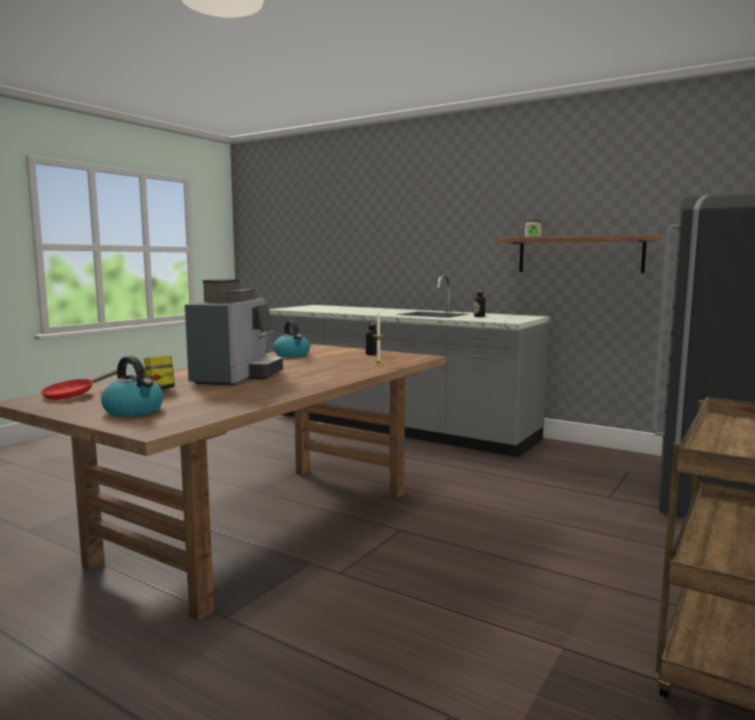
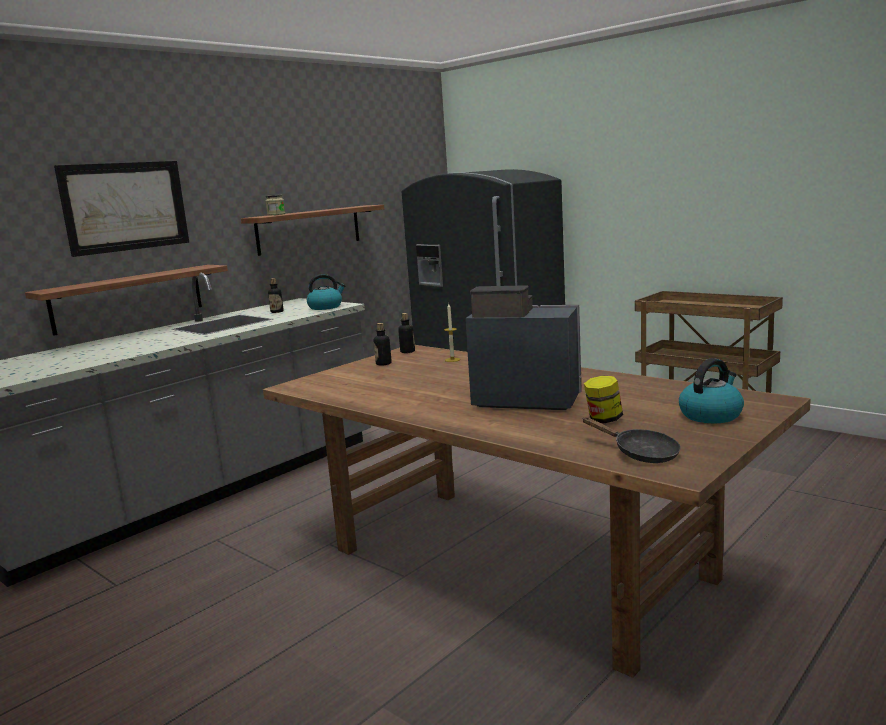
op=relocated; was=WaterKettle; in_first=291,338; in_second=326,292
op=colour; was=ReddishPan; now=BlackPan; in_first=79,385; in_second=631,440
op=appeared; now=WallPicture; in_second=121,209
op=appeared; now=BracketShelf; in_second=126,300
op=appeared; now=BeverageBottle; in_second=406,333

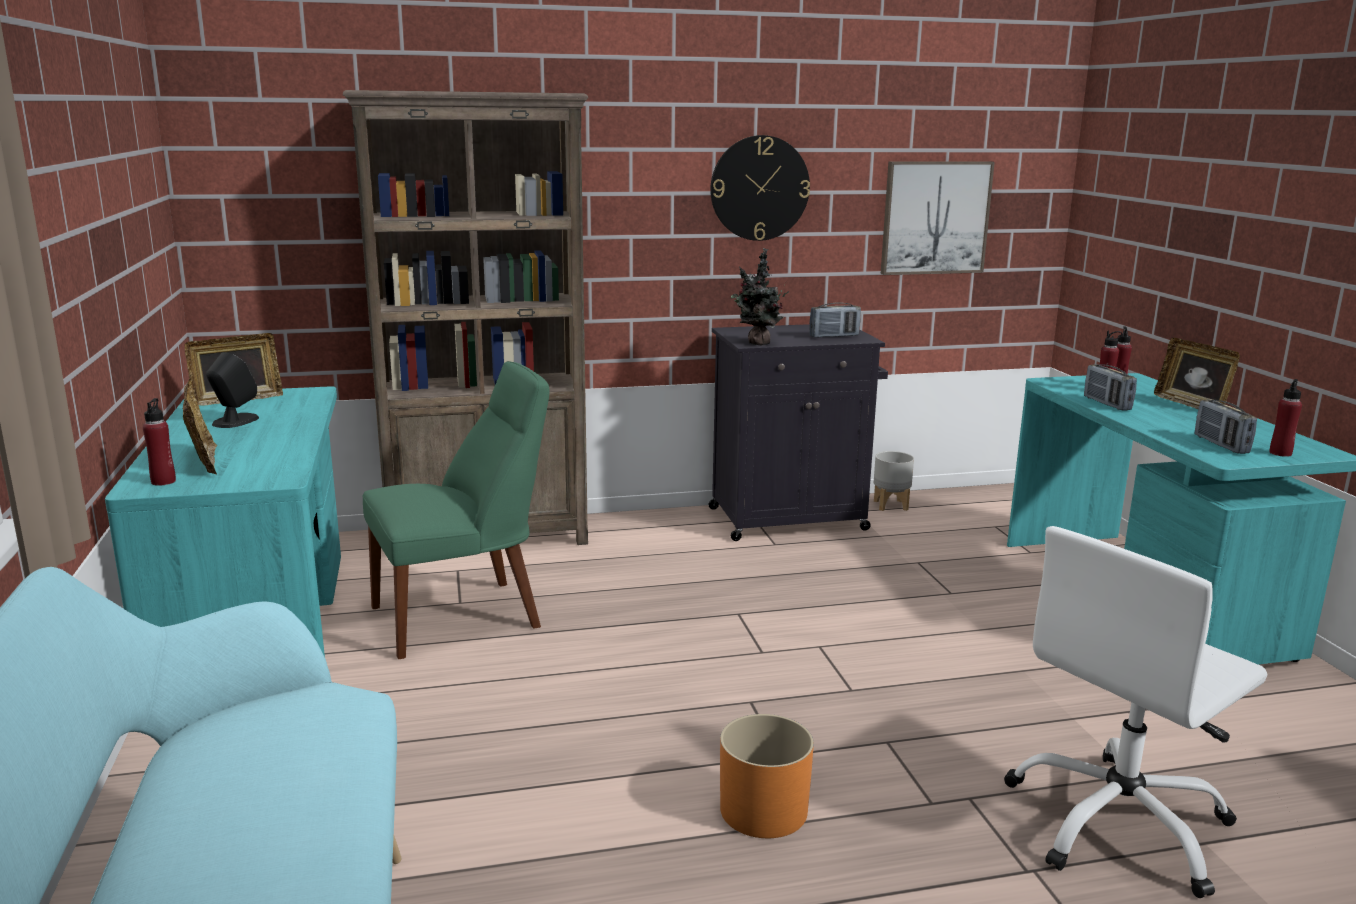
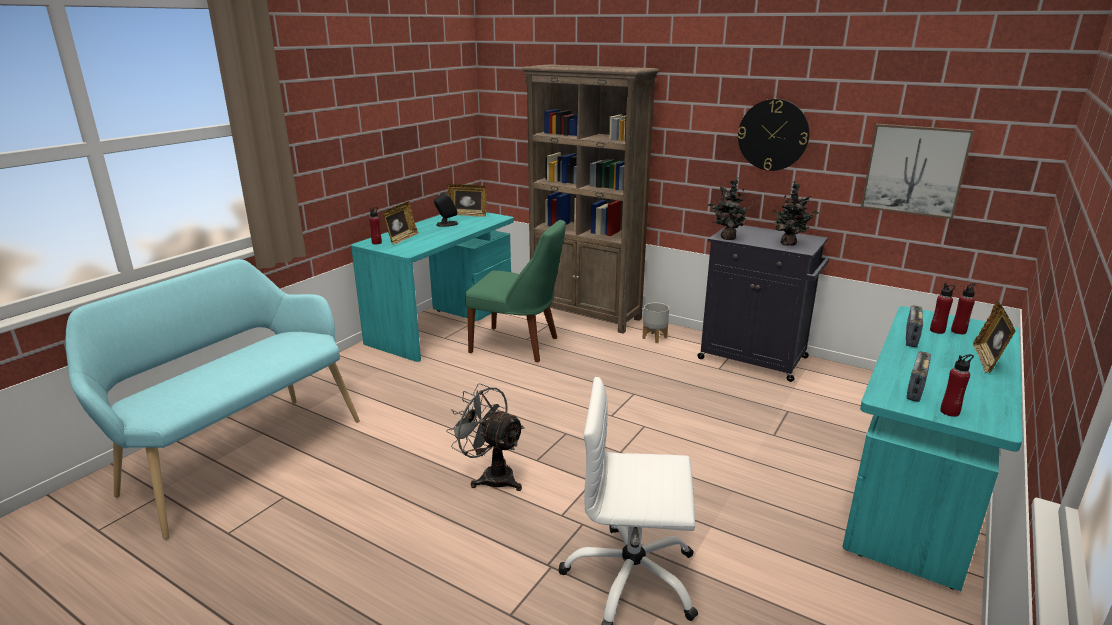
op=exchanged; was=Radio; now=PlantInAPot; in_first=835,320; in_second=795,213
op=relocated; was=GrayFlowerPot; in_first=894,481; in_second=655,323
op=exchanged; was=OrangeColouredFlowerPot; now=GrayElectricFan; in_first=767,776; in_second=485,437

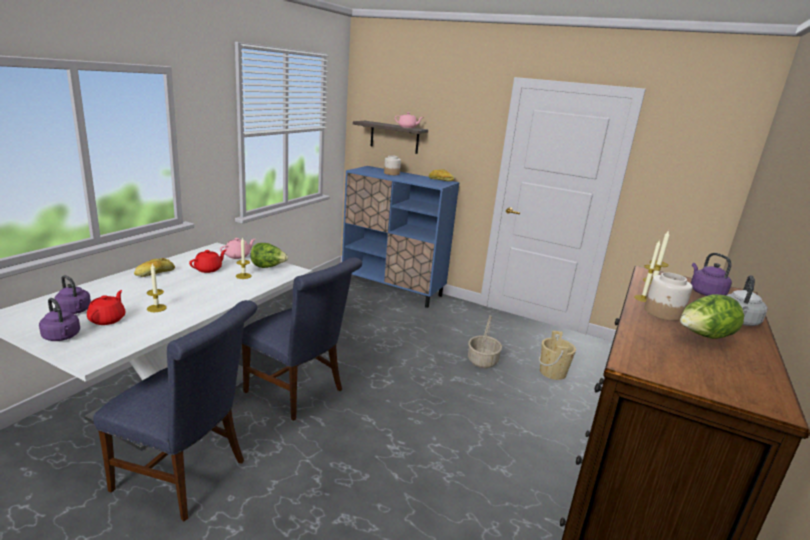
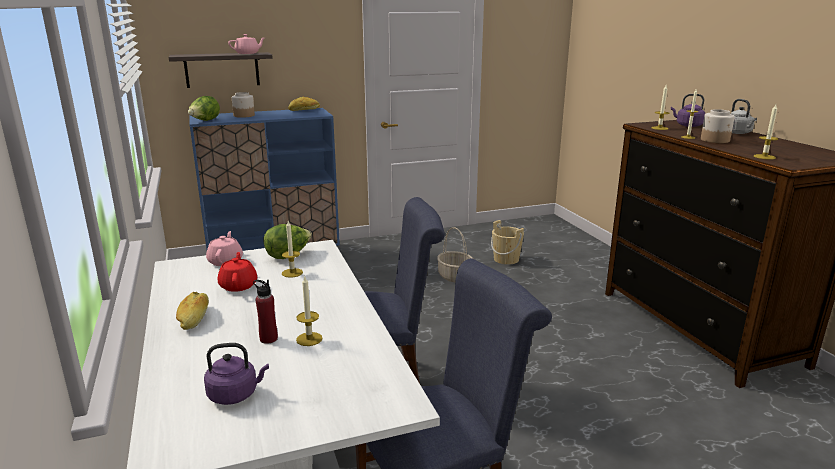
op=missing; was=ReddishTeaPot; in_first=106,307
op=relocated; was=Lettuce; in_first=712,316; in_second=204,108
op=missing; was=PurpleColouredWaterKettle; in_first=59,319
op=appeared; now=WaxCandle; in_second=766,132
op=appeared; now=ReddishBeverageBottle; in_second=265,312

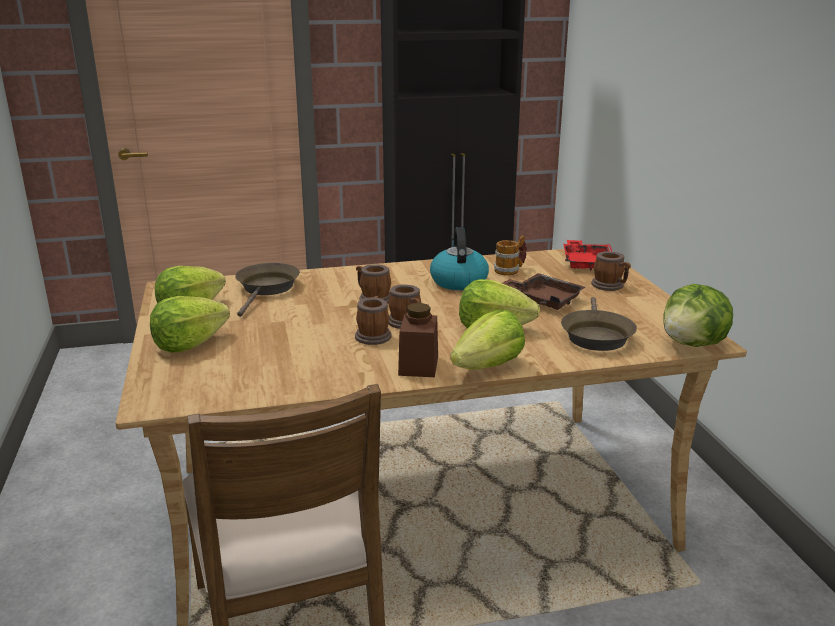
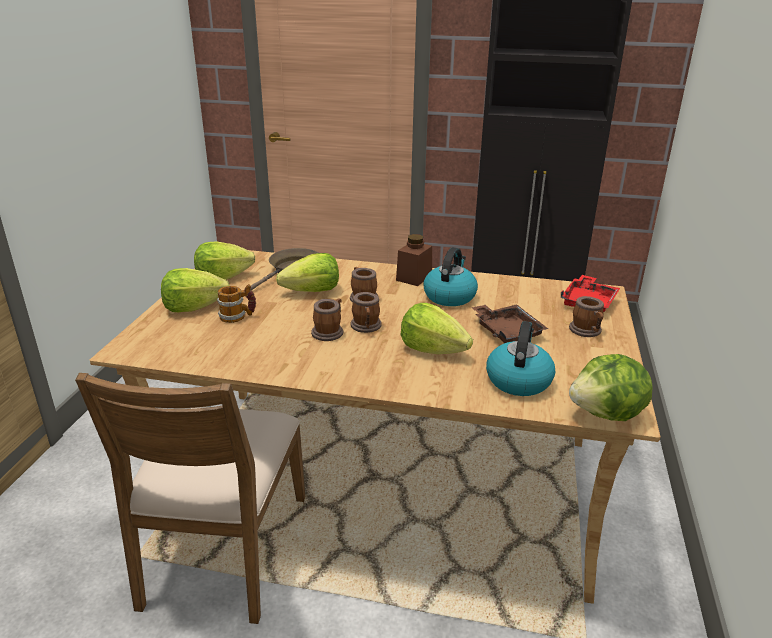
op=relocated; was=Mug; in_first=510,255; in_second=236,303
op=exchanged; was=BrownPan; now=WaterKettle; in_first=599,324; in_second=520,358
op=relocated; was=BrownPreserveJar; in_first=418,340; in_second=414,260
op=relocated; was=Lettuce; in_first=488,340; in_second=307,272

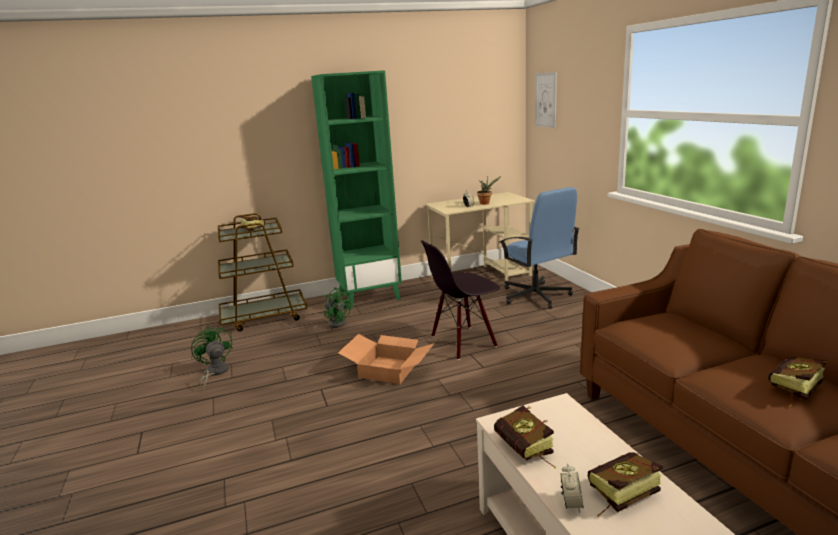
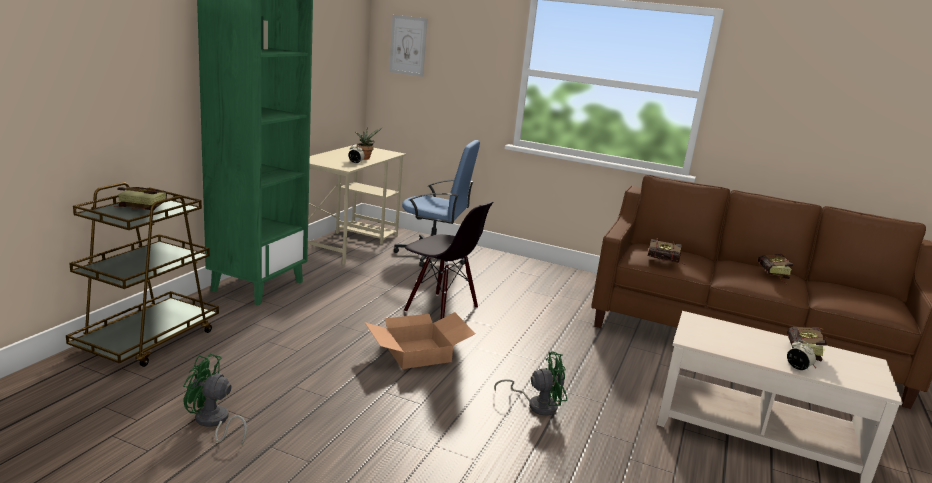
op=spun; was=BlackUprightChair; in_first=460,300; in_second=448,260; clockwise=-75
op=relocated; was=GreenishElectricFan; in_first=337,307; in_second=530,384
op=relocated; was=Volume; in_first=525,436; in_second=666,251

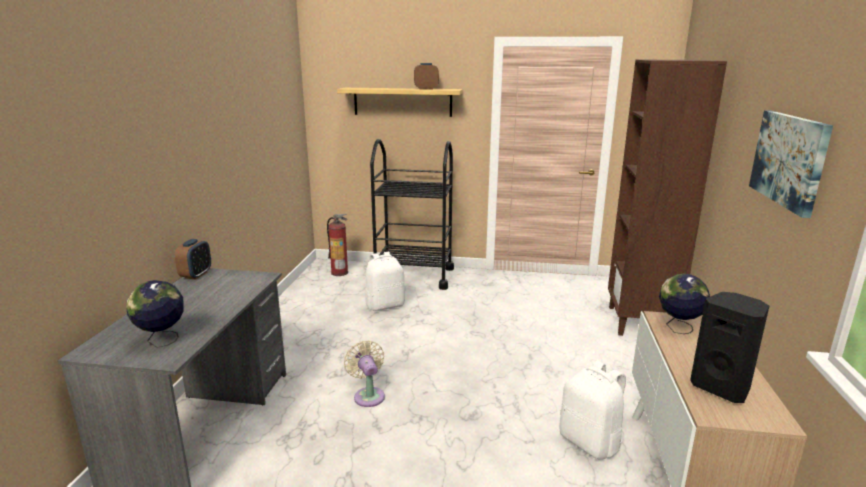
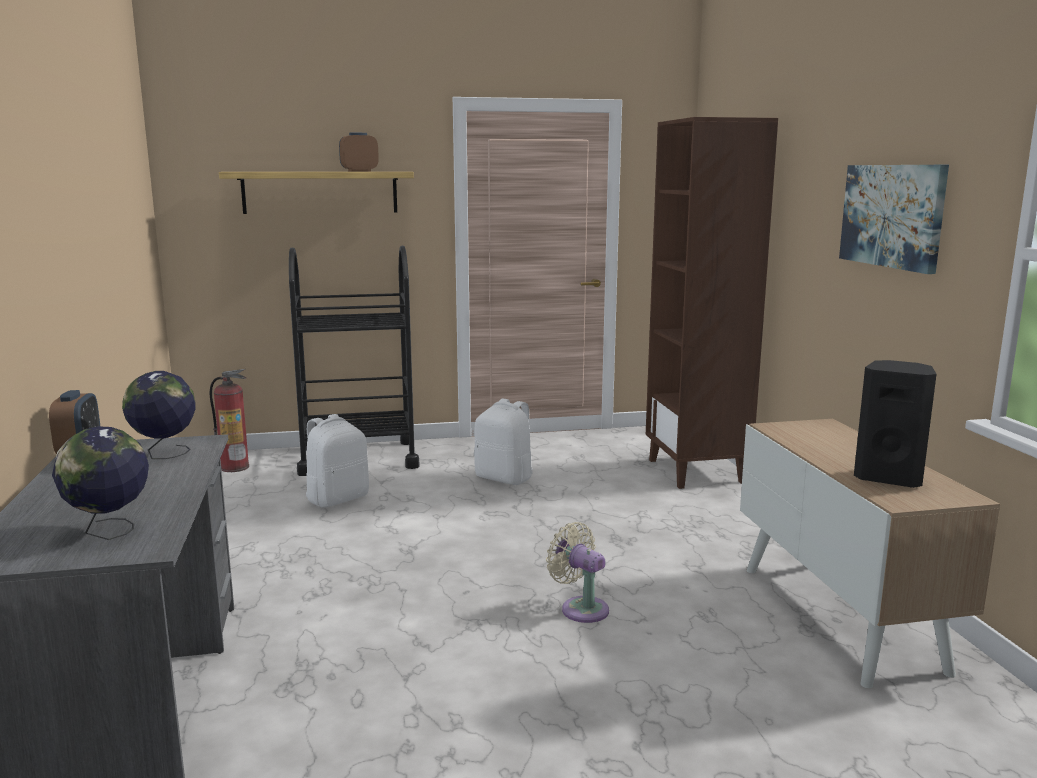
op=relocated; was=Globe; in_first=684,304; in_second=159,415
op=relocated; was=BeigeElectricFan; in_first=364,373; in_second=577,572
op=relocated; was=WhiteColouredBackpack; in_first=592,410; in_second=503,442

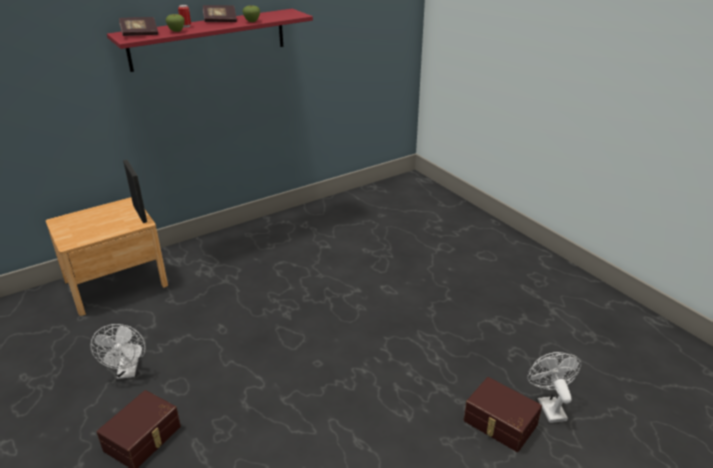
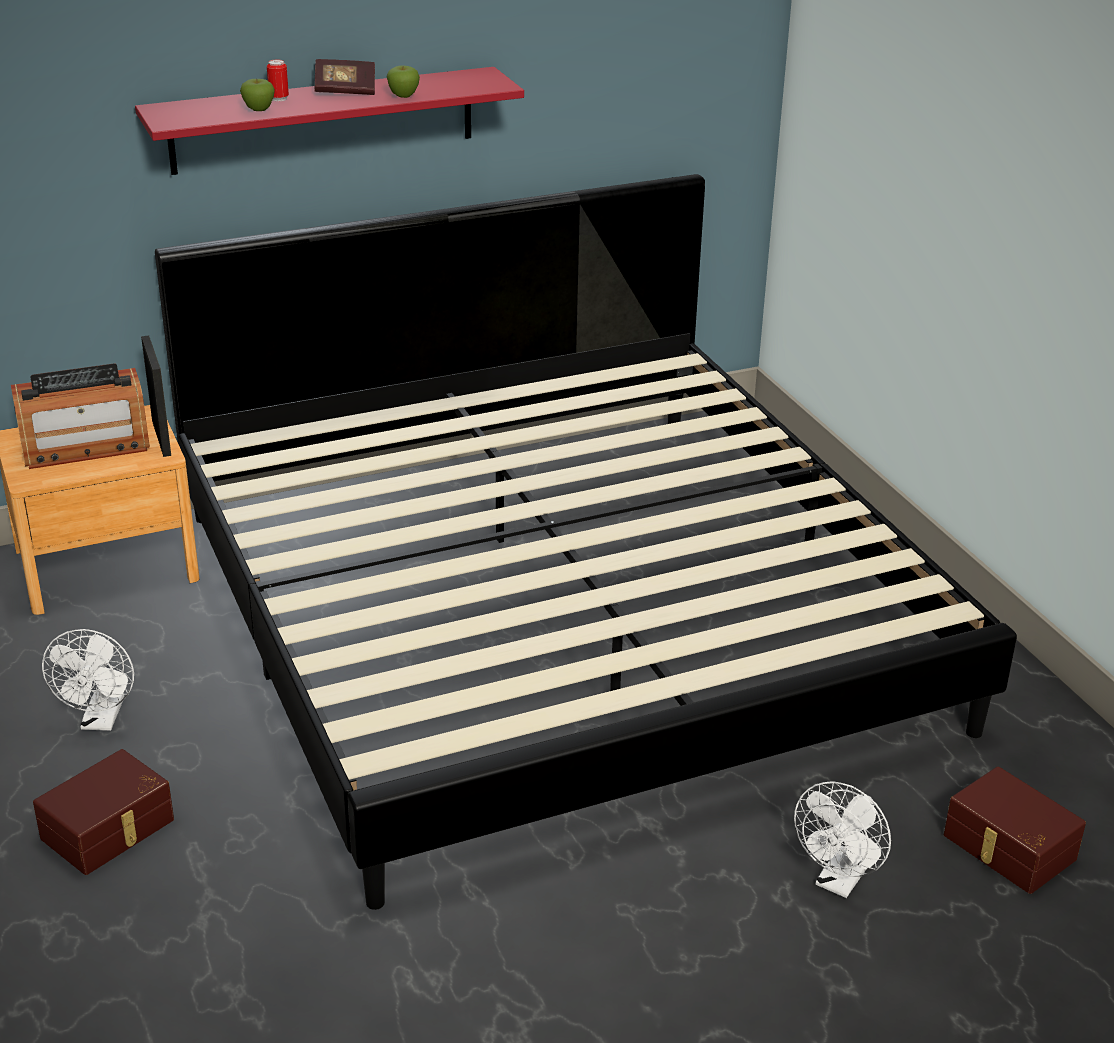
op=missing; was=Volume; in_first=138,26
op=spun; was=WhiteColouredElectricFan; in_first=554,387; in_second=842,839; clockwise=-150
op=relocated; was=BrownStorageBox; in_first=503,414; in_second=1015,830
op=appeared; now=Bed; in_second=586,542
op=appeared; now=Radio; in_second=80,416

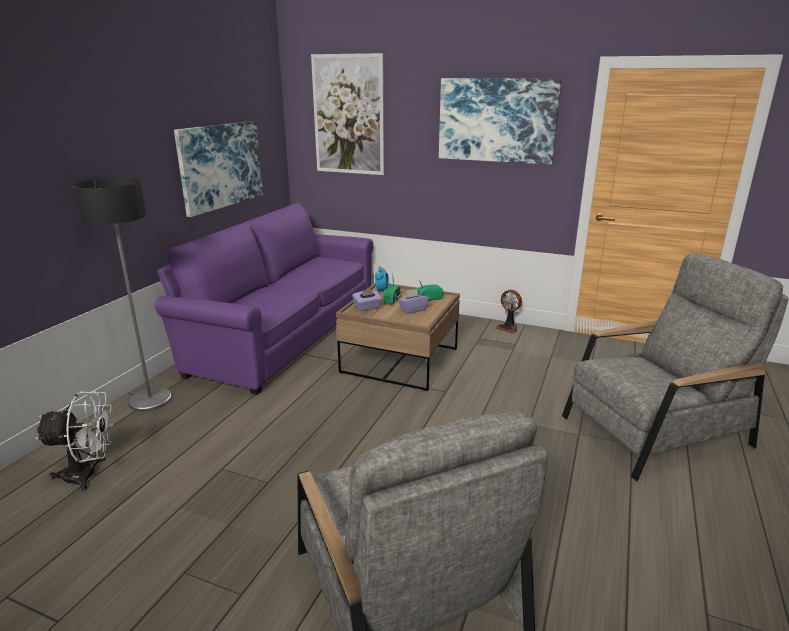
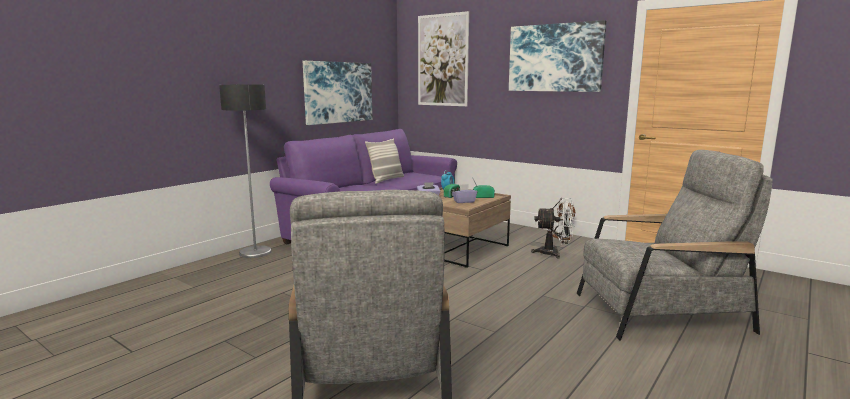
op=relocated; was=WhiteColouredElectricFan; in_first=74,441; in_second=553,228
op=appeared; now=ThrowPillow; in_second=384,161

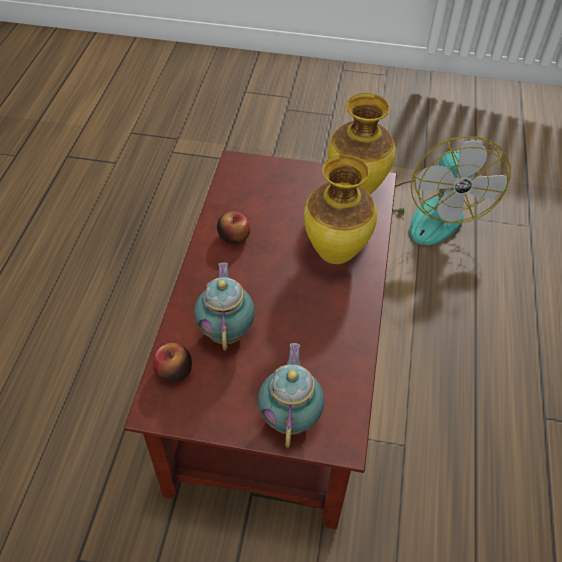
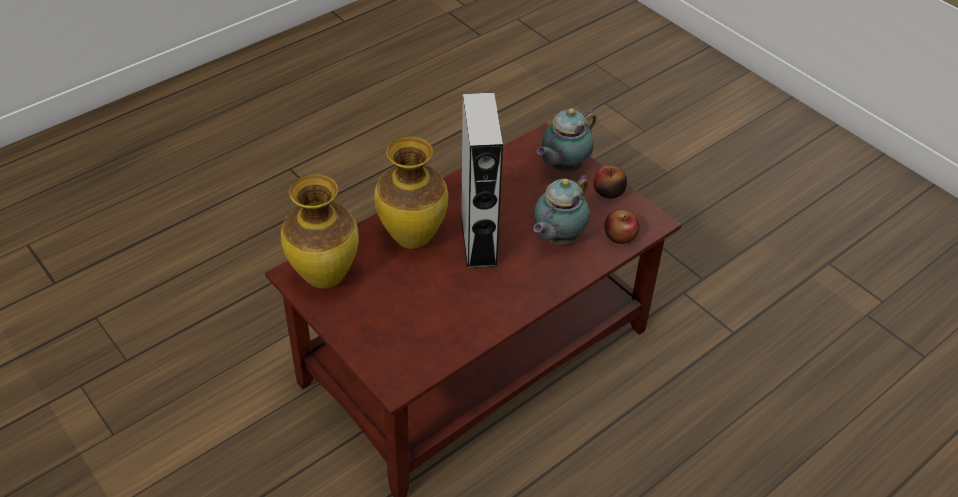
op=missing; was=ElectricFan; in_first=452,190
op=relocated; was=AppleFruit; in_first=233,227; in_second=610,182
op=appeared; now=GraySpeaker; in_second=482,181

